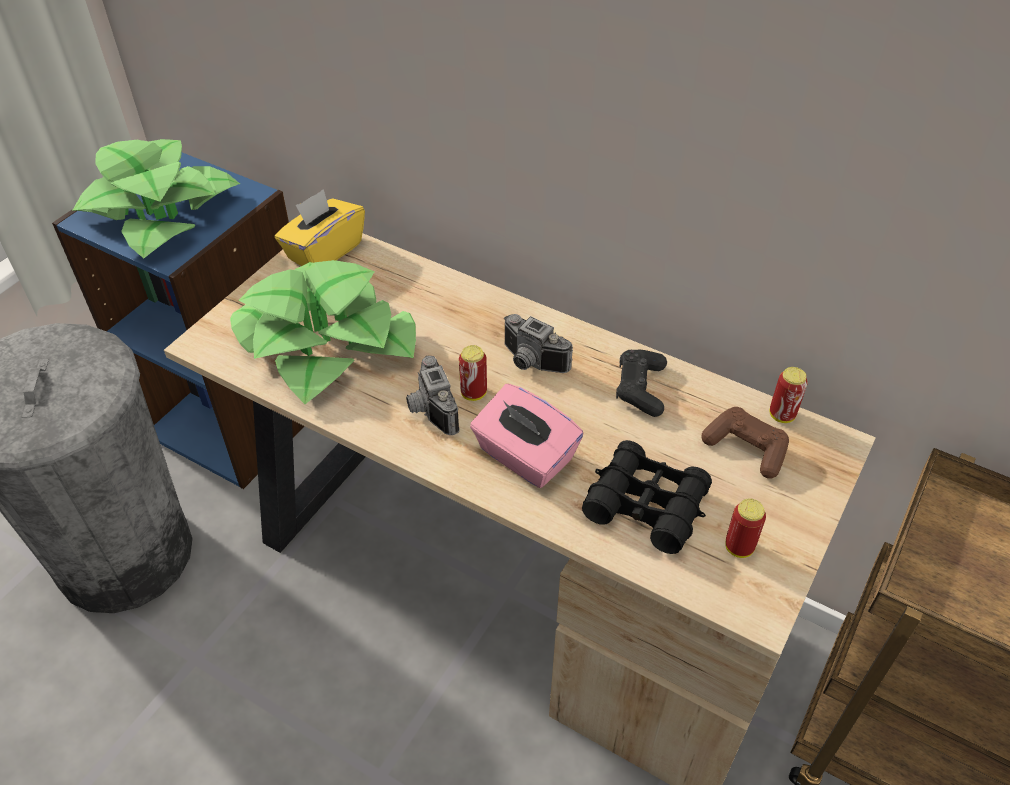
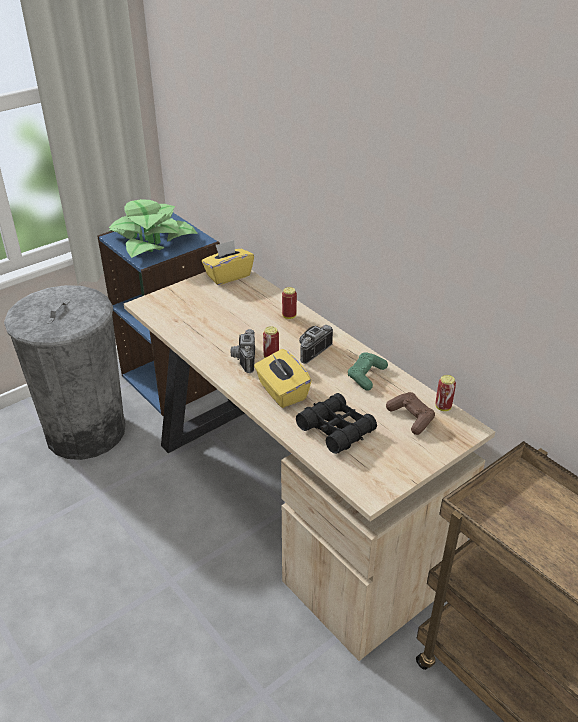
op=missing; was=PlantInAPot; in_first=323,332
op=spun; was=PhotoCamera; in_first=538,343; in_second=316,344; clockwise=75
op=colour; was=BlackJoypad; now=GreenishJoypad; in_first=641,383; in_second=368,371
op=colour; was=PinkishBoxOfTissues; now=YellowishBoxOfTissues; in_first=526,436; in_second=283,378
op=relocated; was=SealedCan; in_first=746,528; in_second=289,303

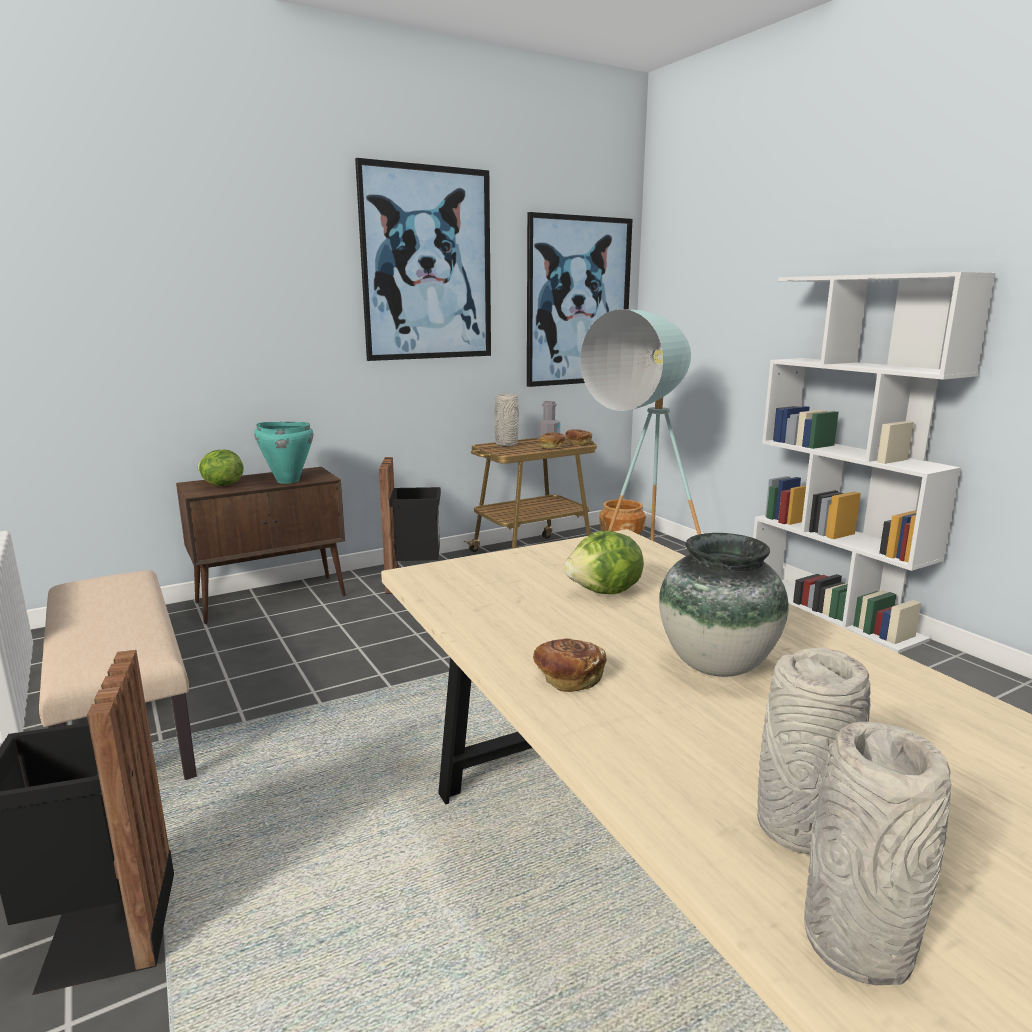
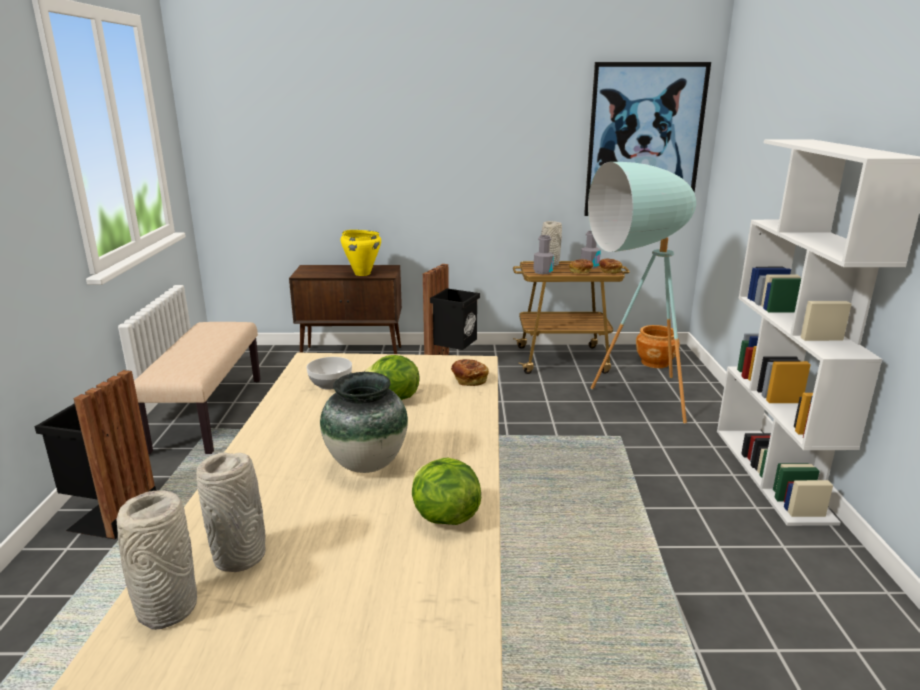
op=missing; was=WallPicture; in_first=423,259
op=colour; was=TurquoiseSaucepot; now=YellowishSaucepot; in_first=283,453; in_second=361,253
op=relocated; was=Lettuce; in_first=221,468; in_second=446,491
op=relocated; was=BakedBread; in_first=570,665; in_second=470,372
op=appeared; now=GrayBeverageBottle; in_second=543,254
op=appeared; now=DeepDish; in_second=329,373

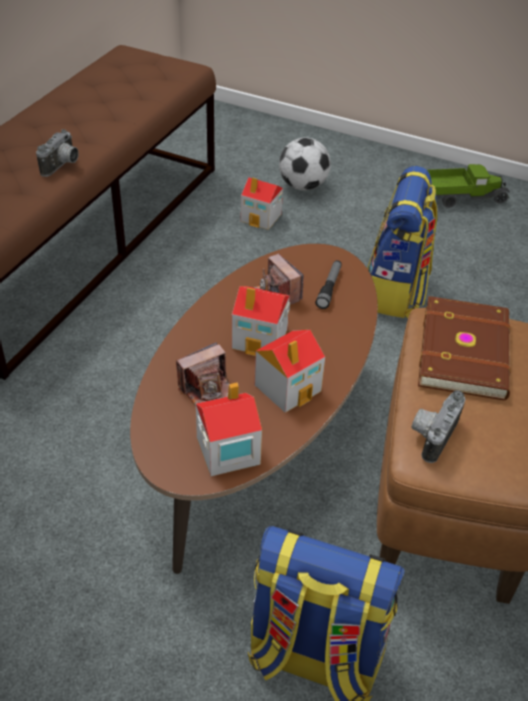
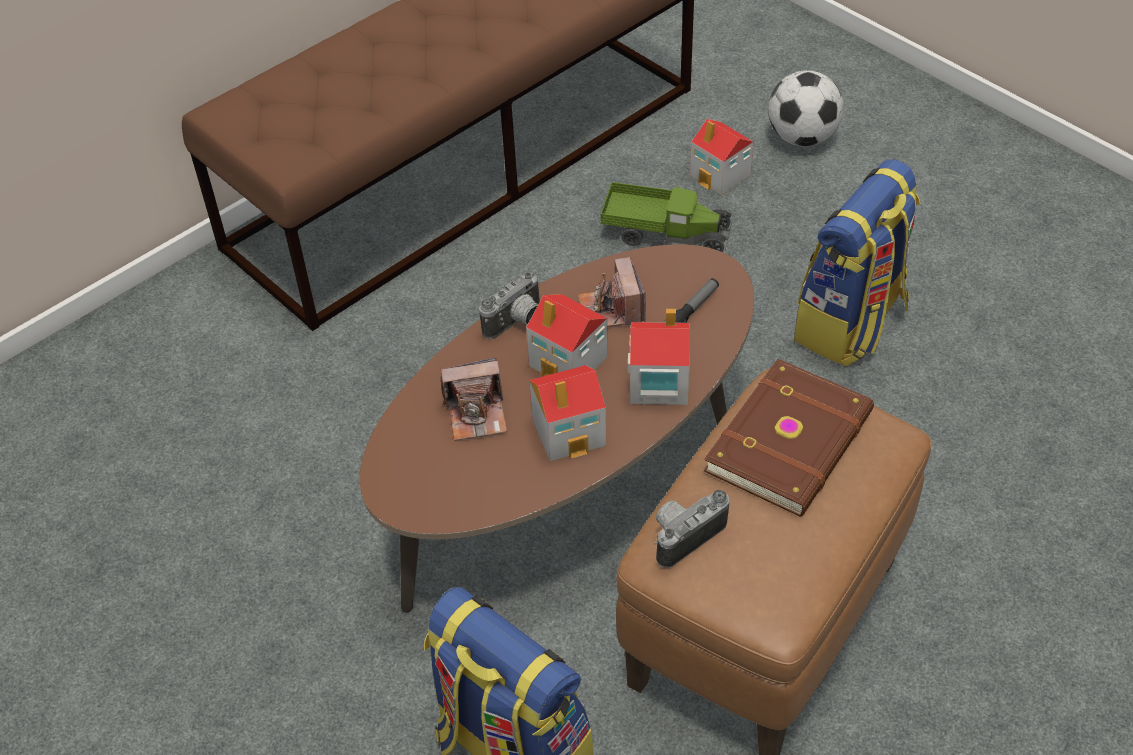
op=relocated; was=PhotoCamera; in_first=57,153; in_second=509,305
op=relocated; was=ToyTruck; in_first=468,186; in_second=666,217
op=relocated; was=ToyHouse; in_first=229,429; in_second=659,357

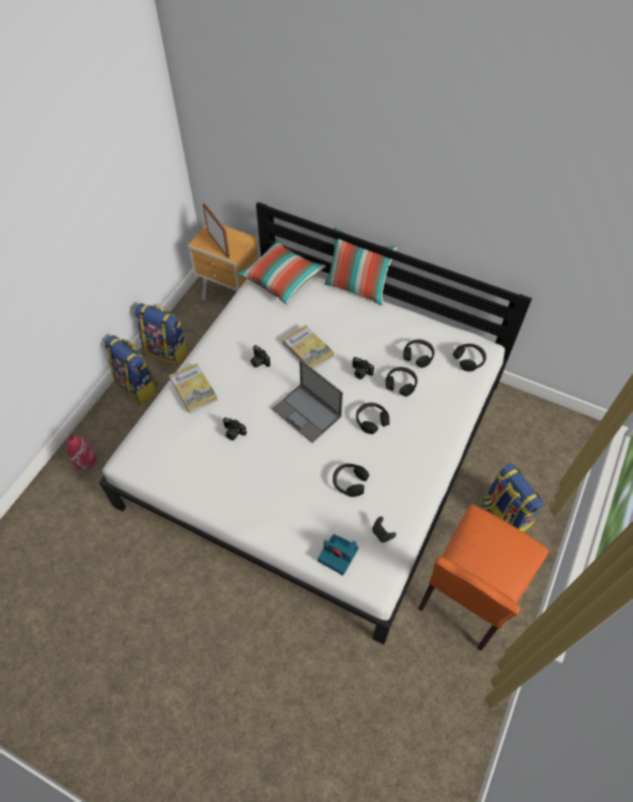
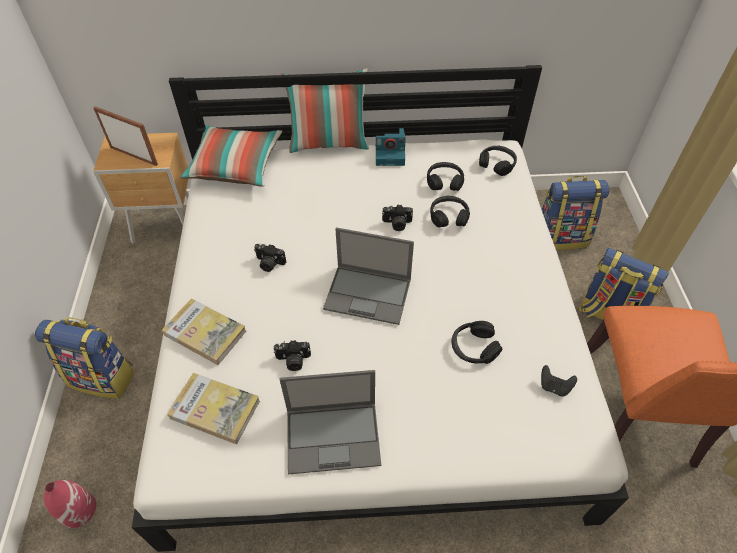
op=relocated; was=Backpack; in_first=161,334; in_second=575,213
op=relocated; was=Volume; in_first=308,347; in_second=213,408
op=missing; was=BlackHeadset; in_first=373,418
op=relocated; was=PhotoCamera; in_first=338,554; in_second=391,147
op=appeared; now=PortableComputer; in_second=330,422

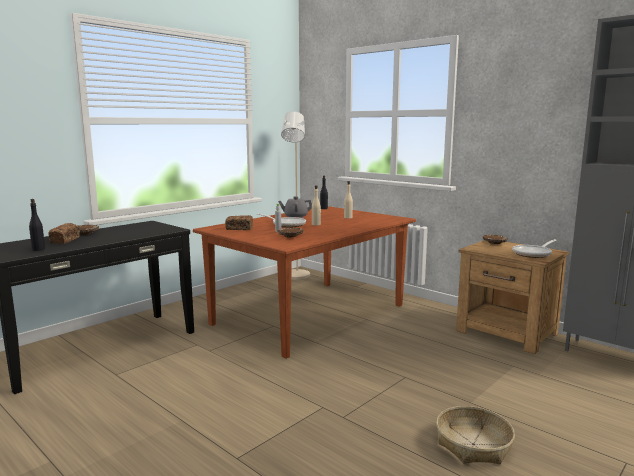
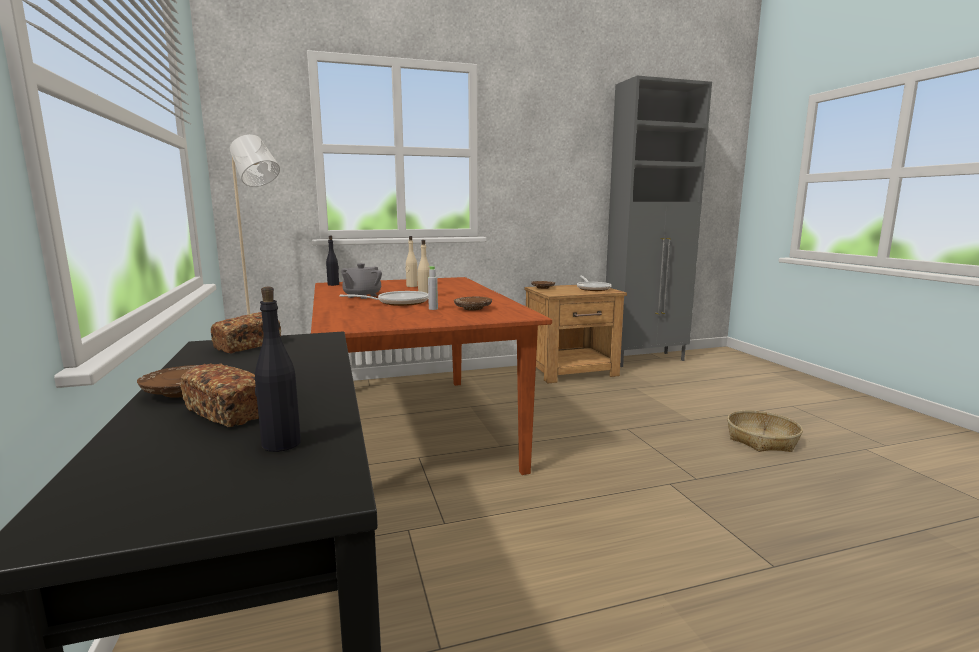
op=relocated; was=BakedBread; in_first=239,222; in_second=246,332

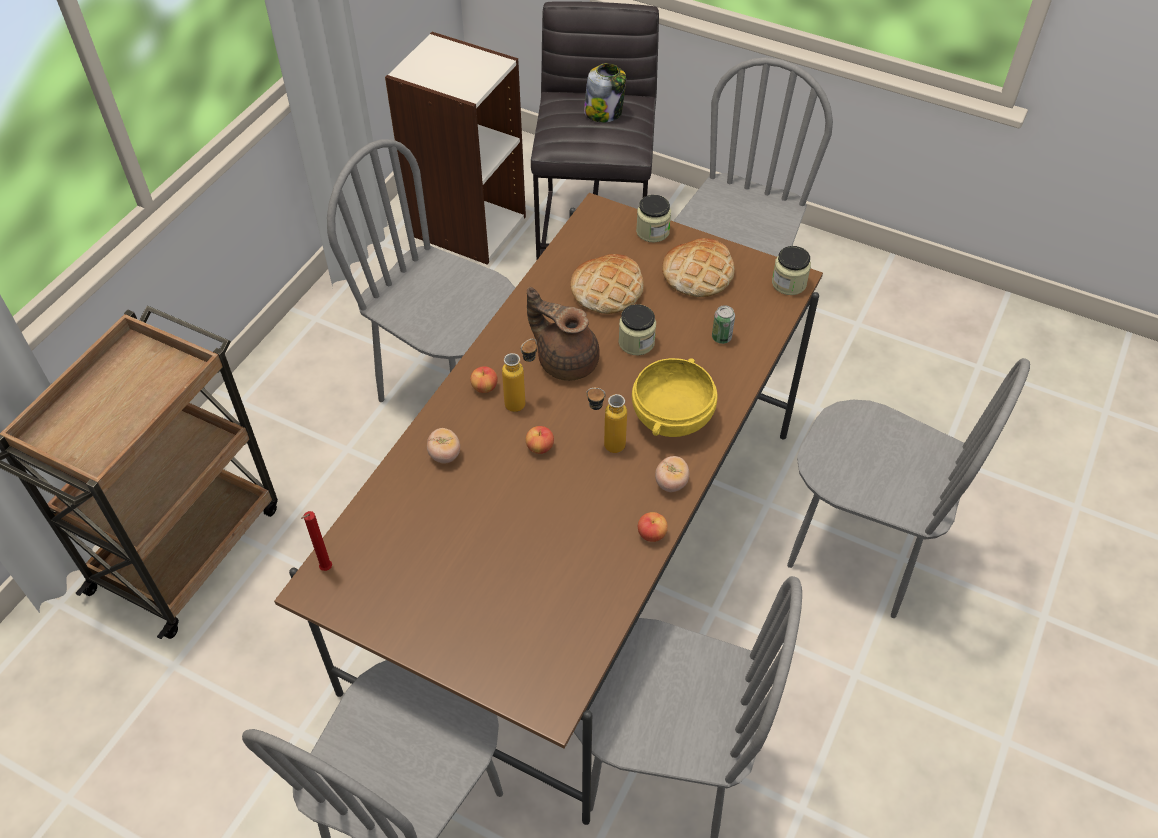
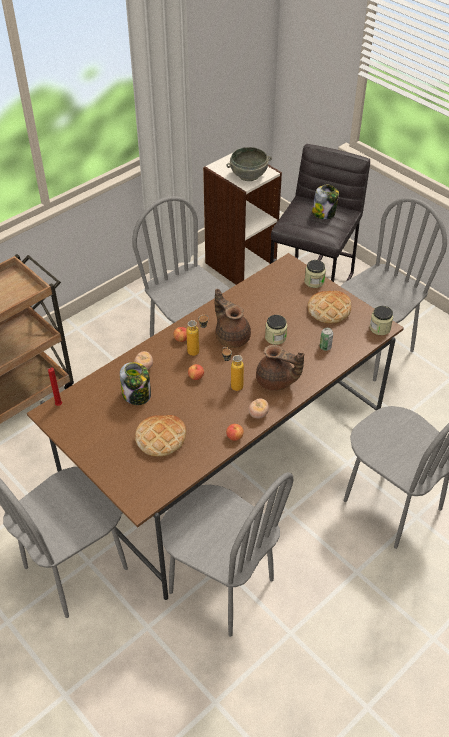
op=relocated; was=BakedBread; in_first=607,284; in_second=160,436
op=exchanged; was=YellowishDeepDish; now=BrownTeaPot; in_first=675,397; in_second=280,368
op=appeared; now=GrayDeepDish; in_second=249,164
op=appeared; now=PreserveJar; in_second=135,383

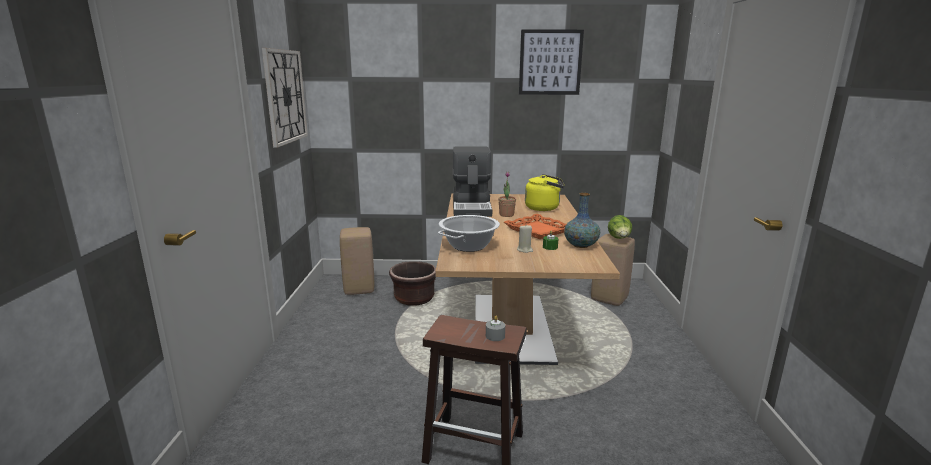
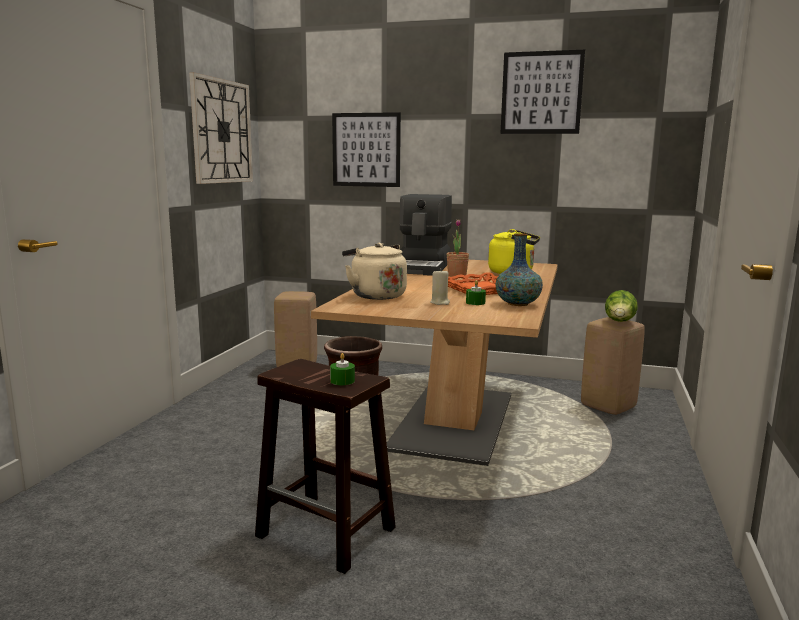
op=exchanged; was=Saucepot; now=BeigeWaterKettle; in_first=469,233; in_second=374,271
op=colour; was=GrayWaxCandle; now=GreenishWaxCandle; in_first=495,328; in_second=342,369
op=appeared; now=WallPicture; in_second=366,149

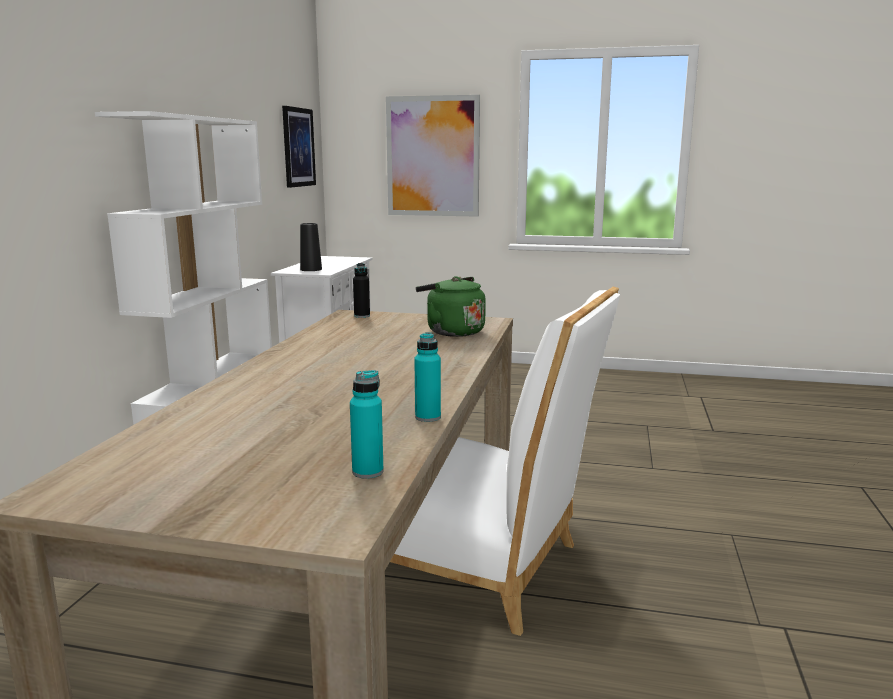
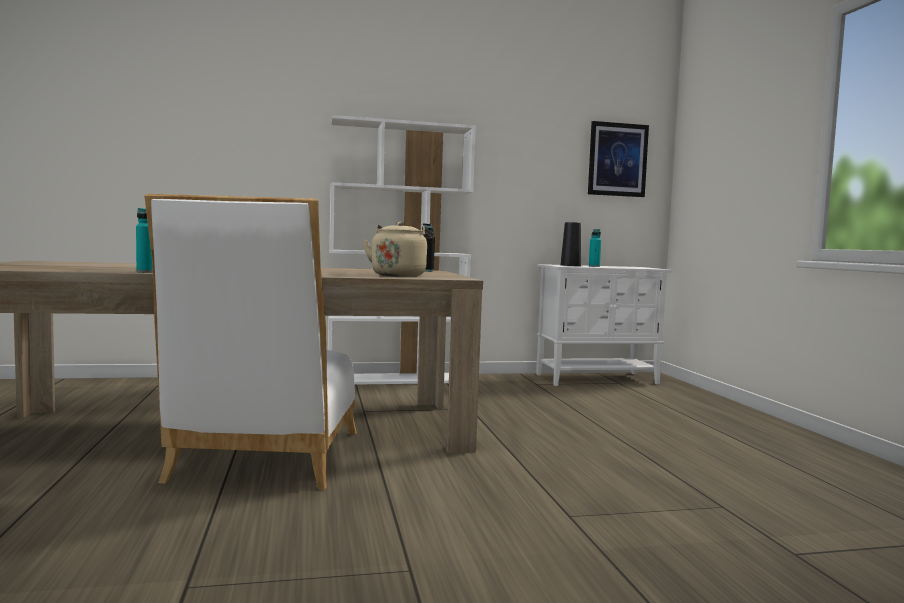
op=missing; was=WallPicture; in_first=433,156
op=colour; was=GreenishWaterKettle; now=BeigeWaterKettle; in_first=451,306; in_second=398,249
op=relocated; was=TurquoiseBeverageBottle; in_first=367,424; in_second=595,248

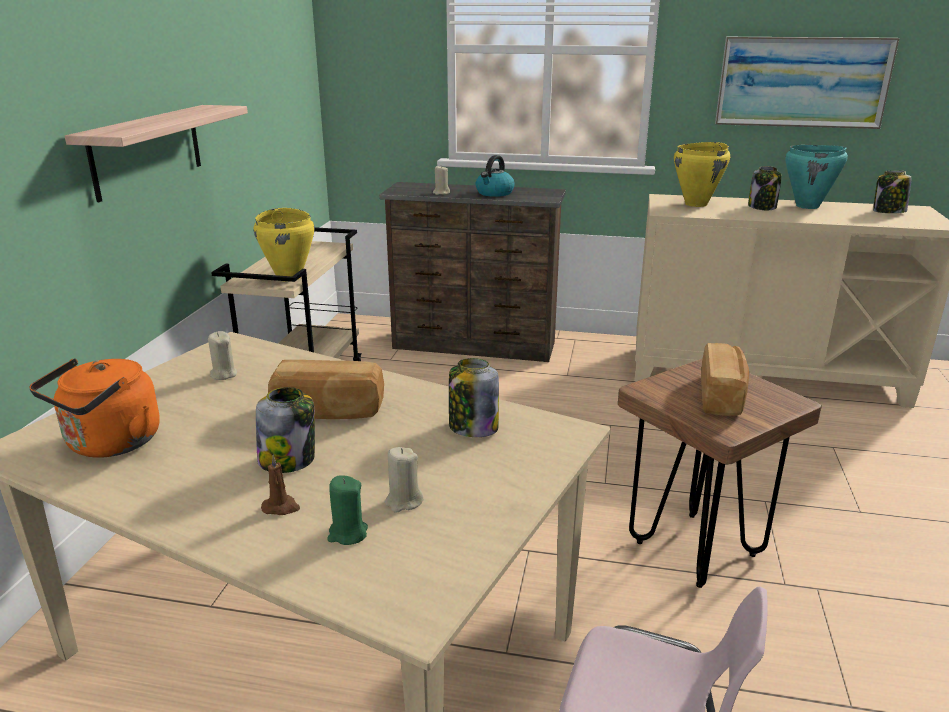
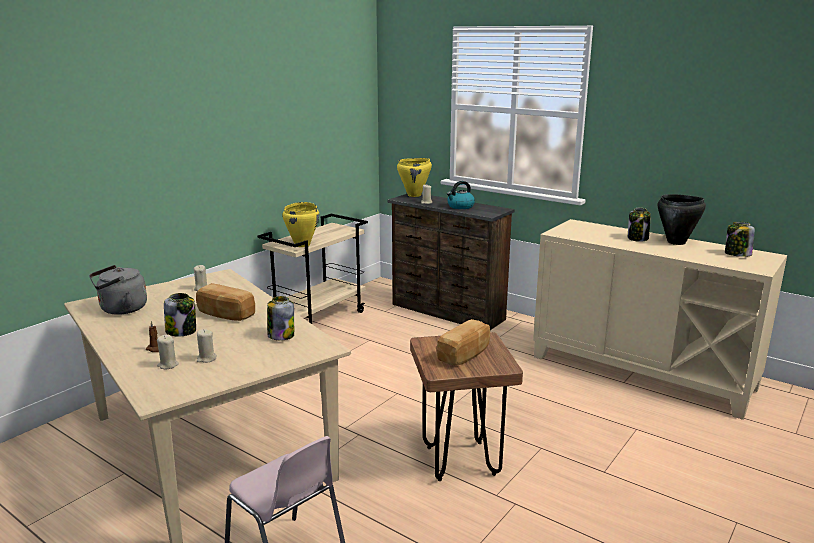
op=missing; was=WallPicture; in_first=807,83
op=missing; was=BracketShelf; in_first=156,153
op=relocated; was=YellowishSaucepot; in_first=702,174; in_second=414,177
op=colour; was=TurquoiseSaucepot; now=BlackSaucepot; in_first=816,177; in_second=682,219
op=colour; was=OrangeColouredWaterKettle; now=GrayWaterKettle; in_first=94,408; in_second=118,290
op=colour; was=GreenishWaxCandle; now=BeigeWaxCandle; in_first=347,510; in_second=168,352

